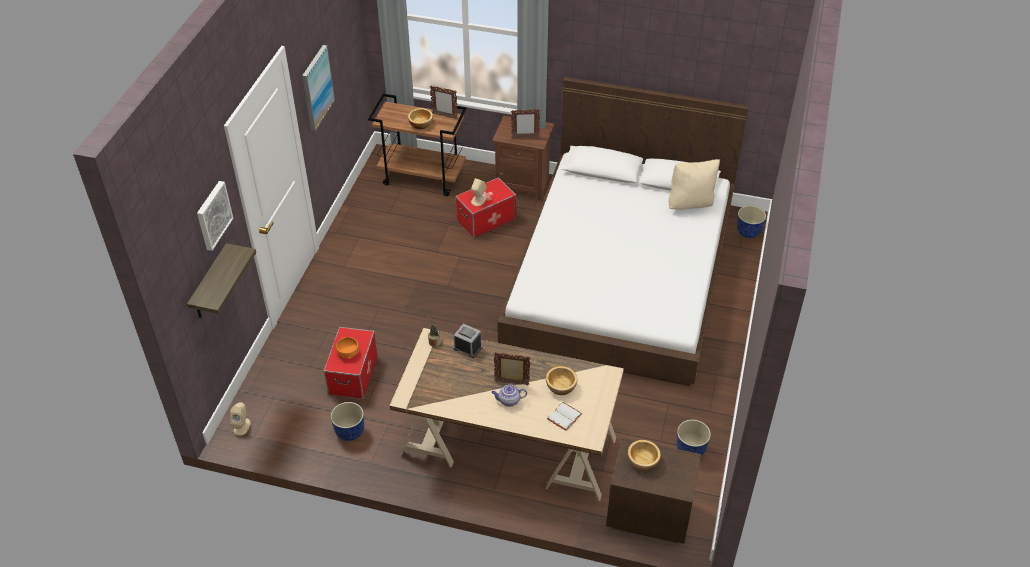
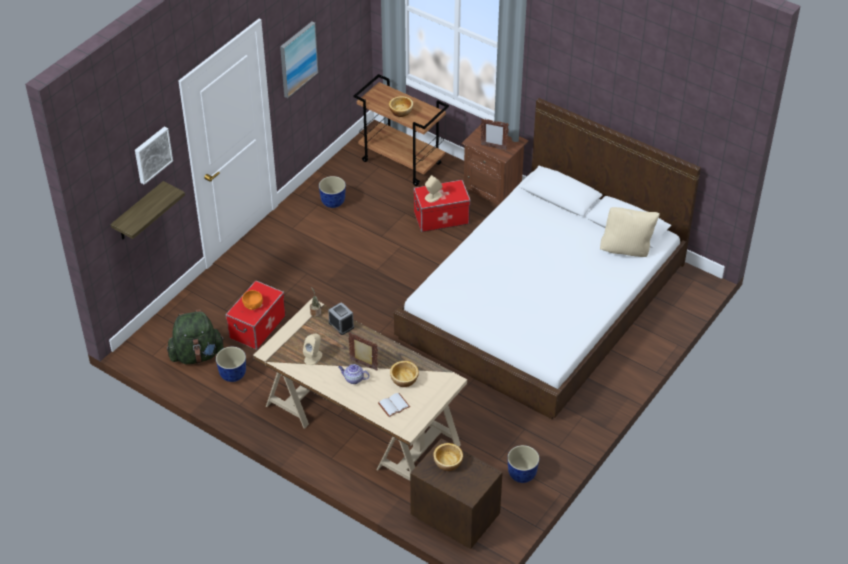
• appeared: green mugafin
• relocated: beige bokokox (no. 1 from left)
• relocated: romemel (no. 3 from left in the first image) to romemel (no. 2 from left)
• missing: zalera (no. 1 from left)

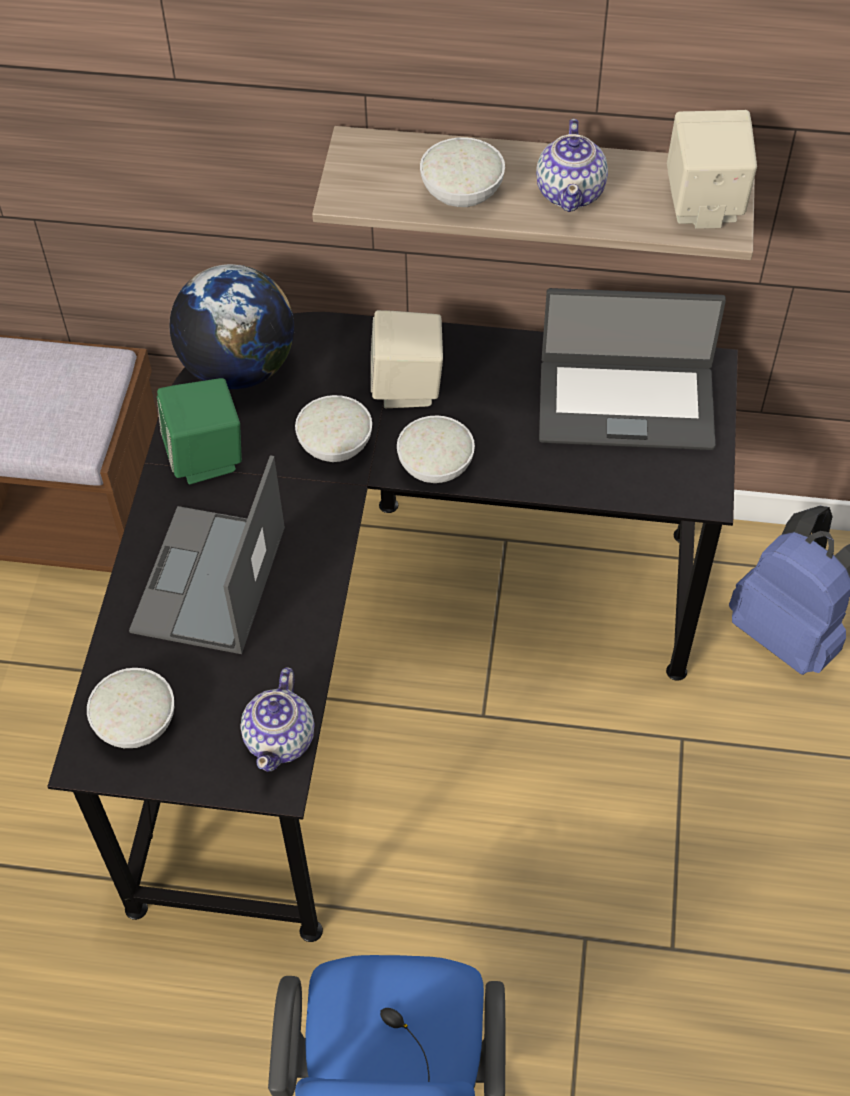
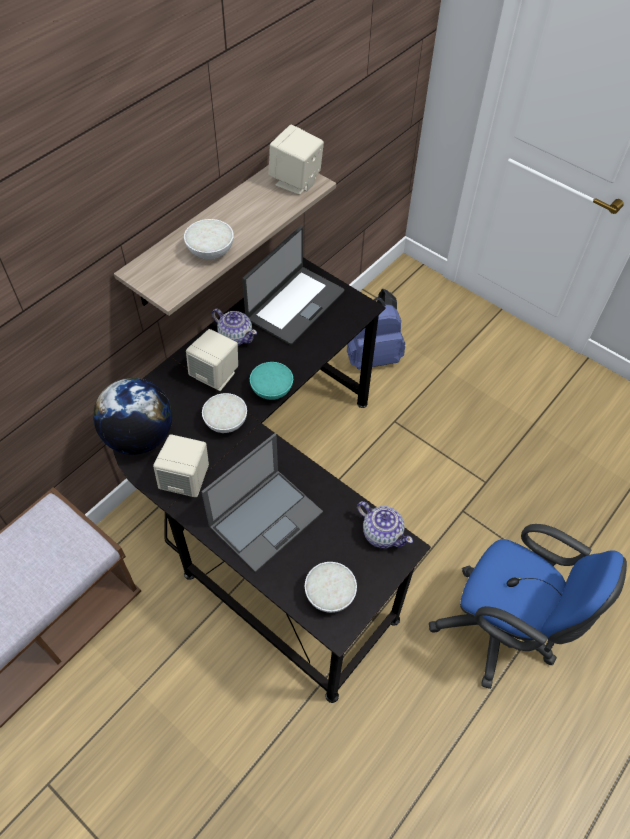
• colour: green bokokox to beige bokokox (no. 1 from left)
• spun: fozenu (no. 1 from left) 90 degrees counterclockwise
• relocated: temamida (no. 2 from left in the first image) to temamida (no. 1 from left)
• colour: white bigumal (no. 3 from left) to turquoise bigumal

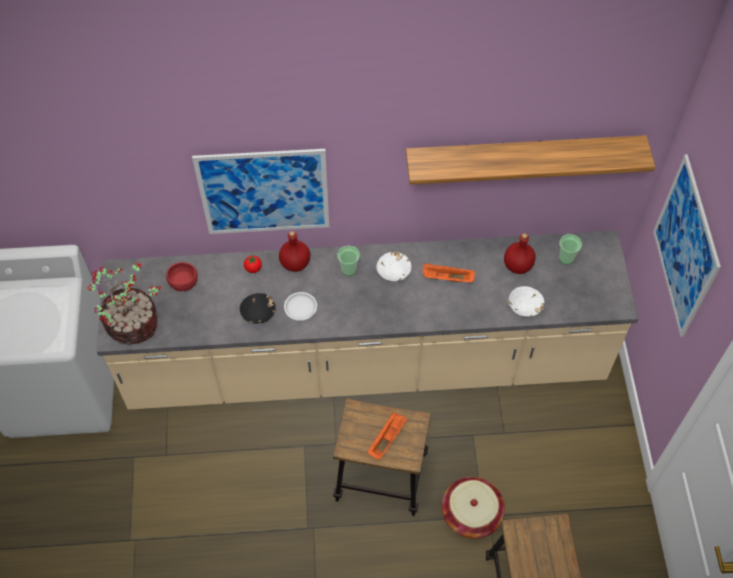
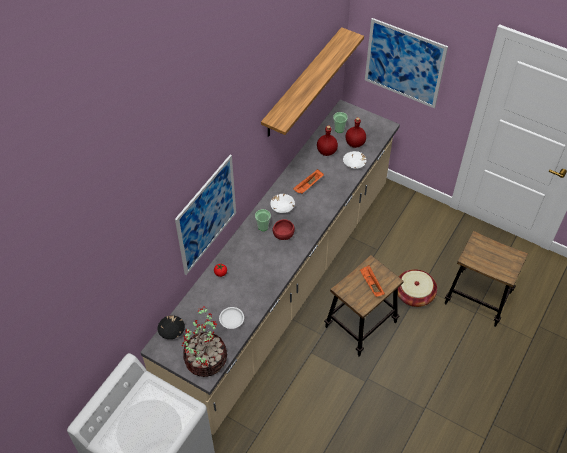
• relocated: black bigumal
• relocated: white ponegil
• relocated: red bigumal
• relocated: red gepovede (no. 1 from left in the first image) to red gepovede (no. 2 from left)

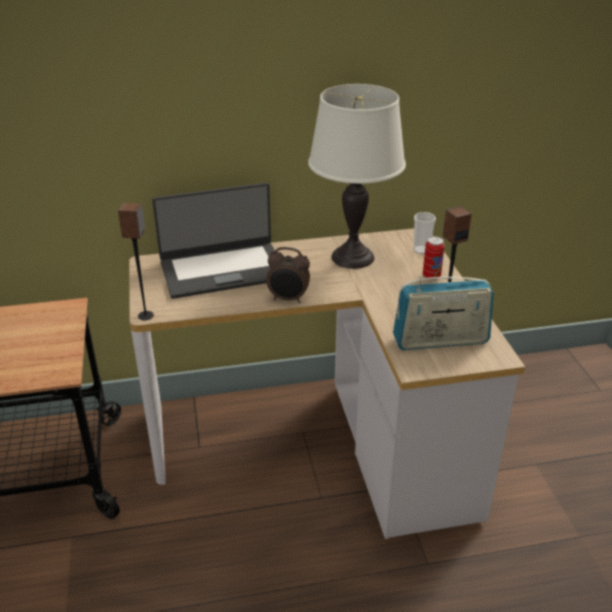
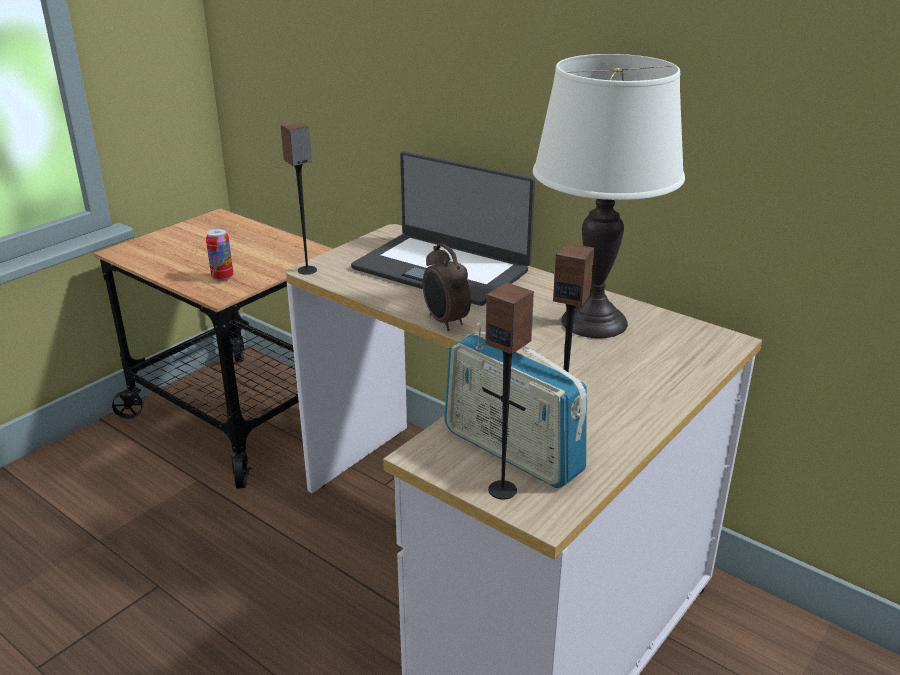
• relocated: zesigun
• appeared: bokokox (no. 2 from left)
• missing: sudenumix

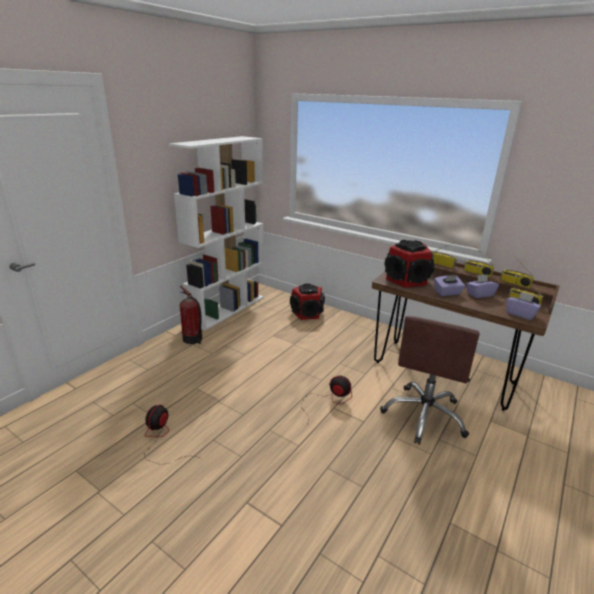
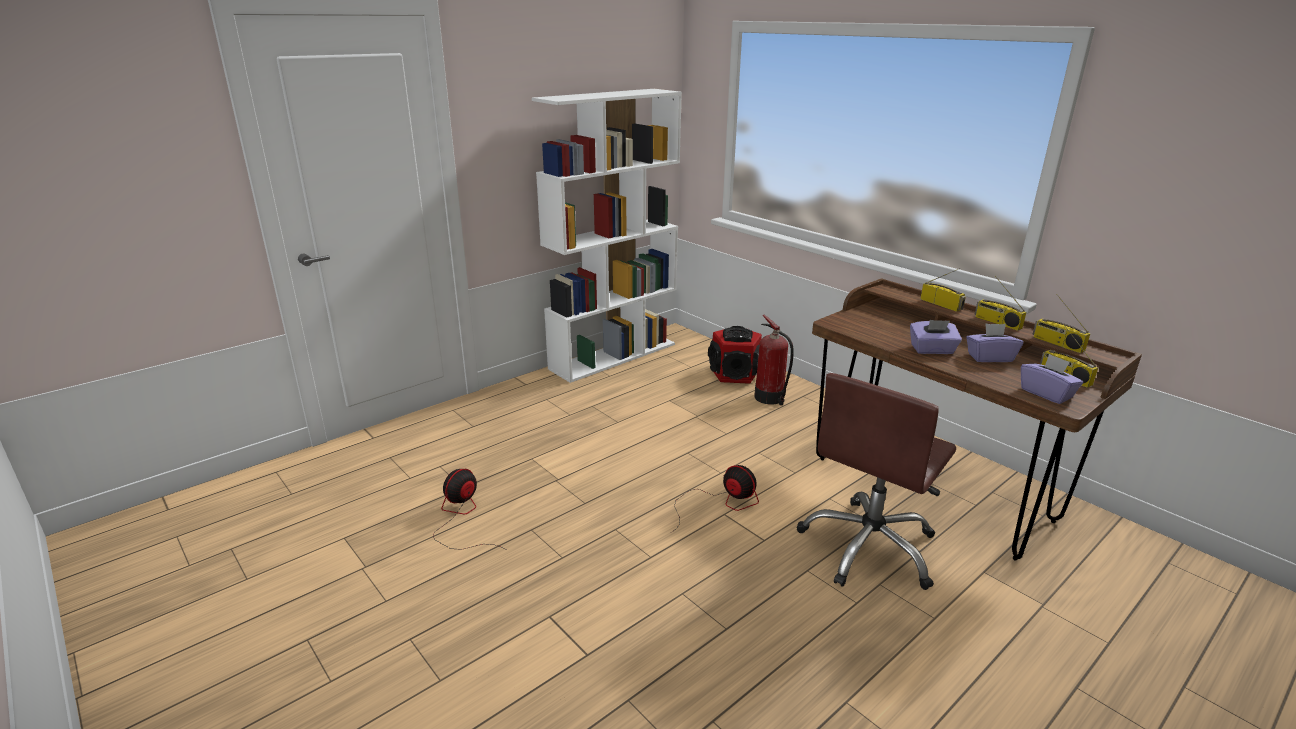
• relocated: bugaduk
• missing: bokokox (no. 2 from left)

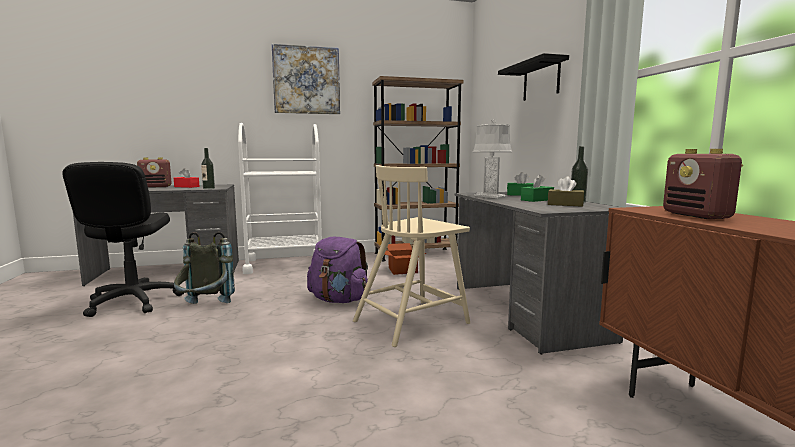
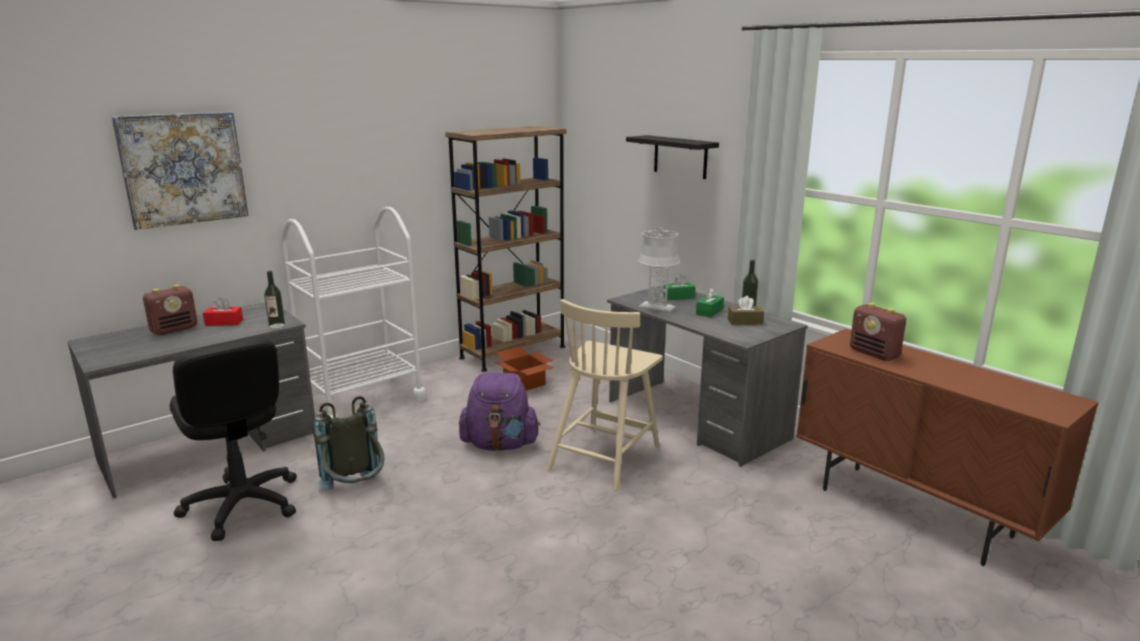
• relocated: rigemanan

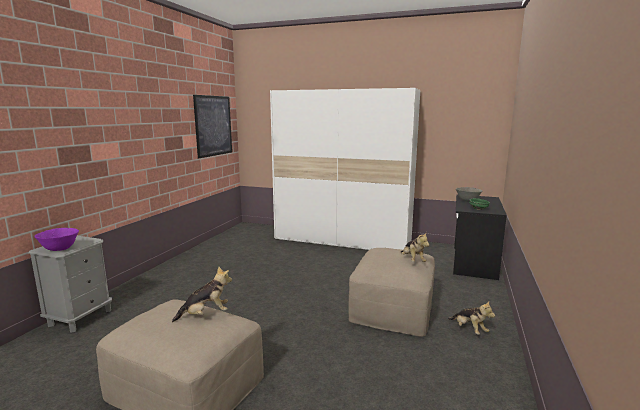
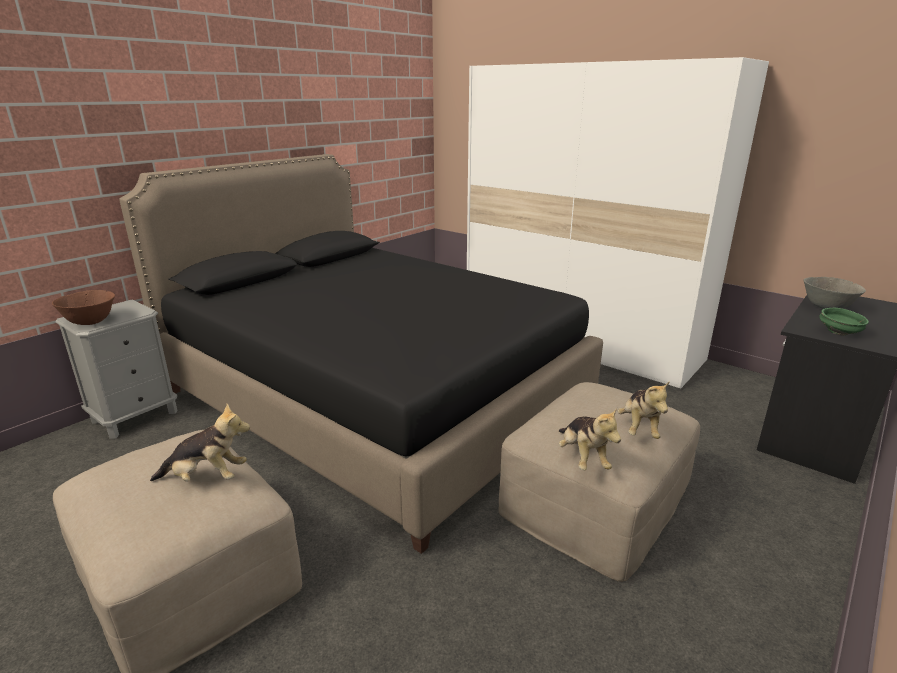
• colour: purple bigumal to brown bigumal
• appeared: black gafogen
• relocated: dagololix (no. 3 from left in the first image) to dagololix (no. 2 from left)
• missing: rigemanan

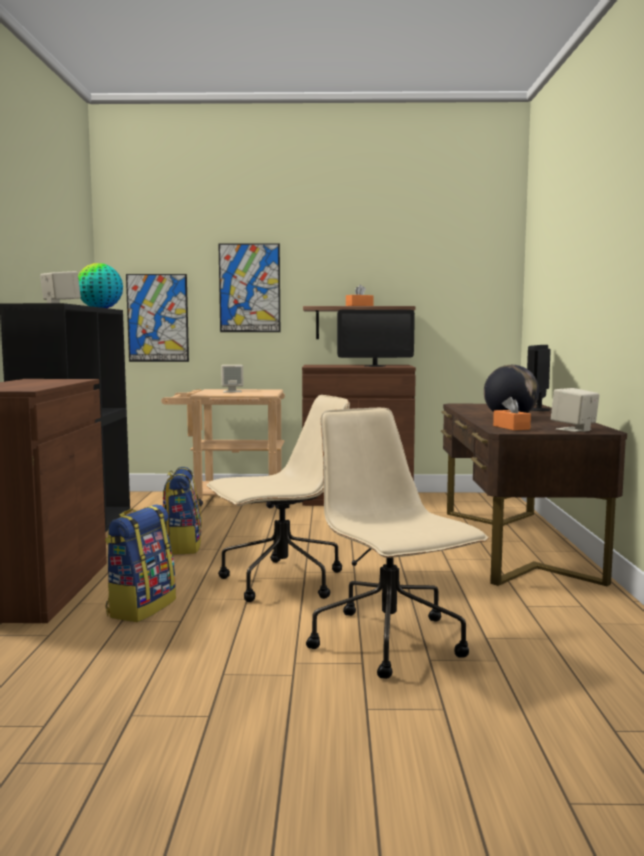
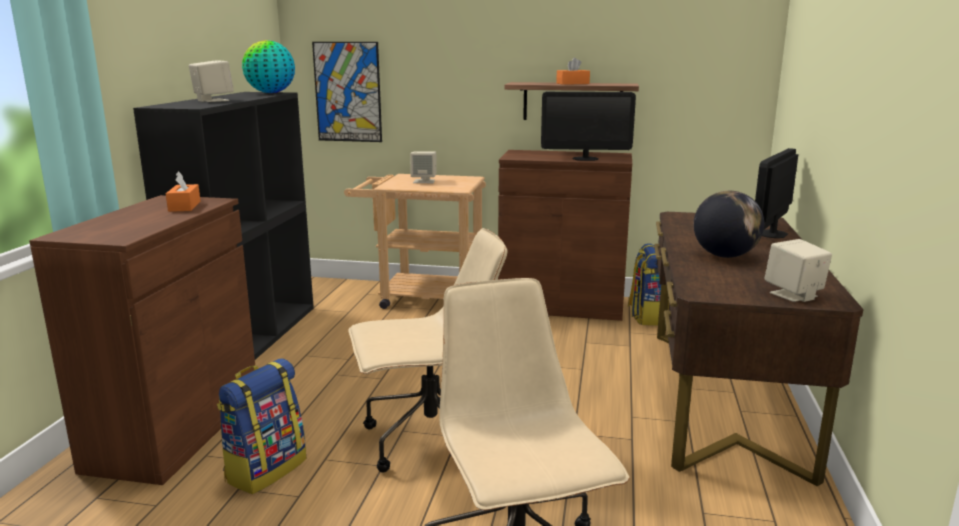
• relocated: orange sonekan (no. 2 from left in the first image) to orange sonekan (no. 1 from left)
• relocated: mugafin (no. 2 from left)
• missing: rigemanan (no. 2 from left)

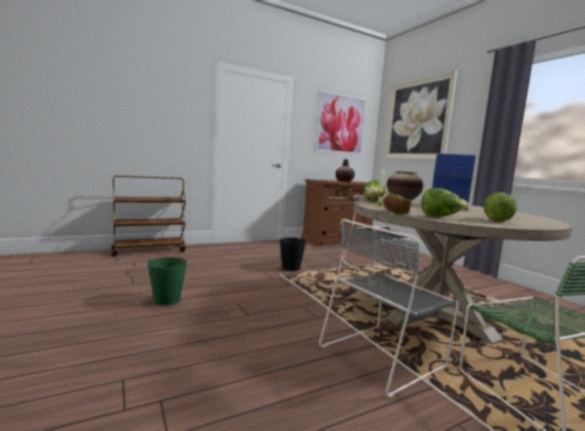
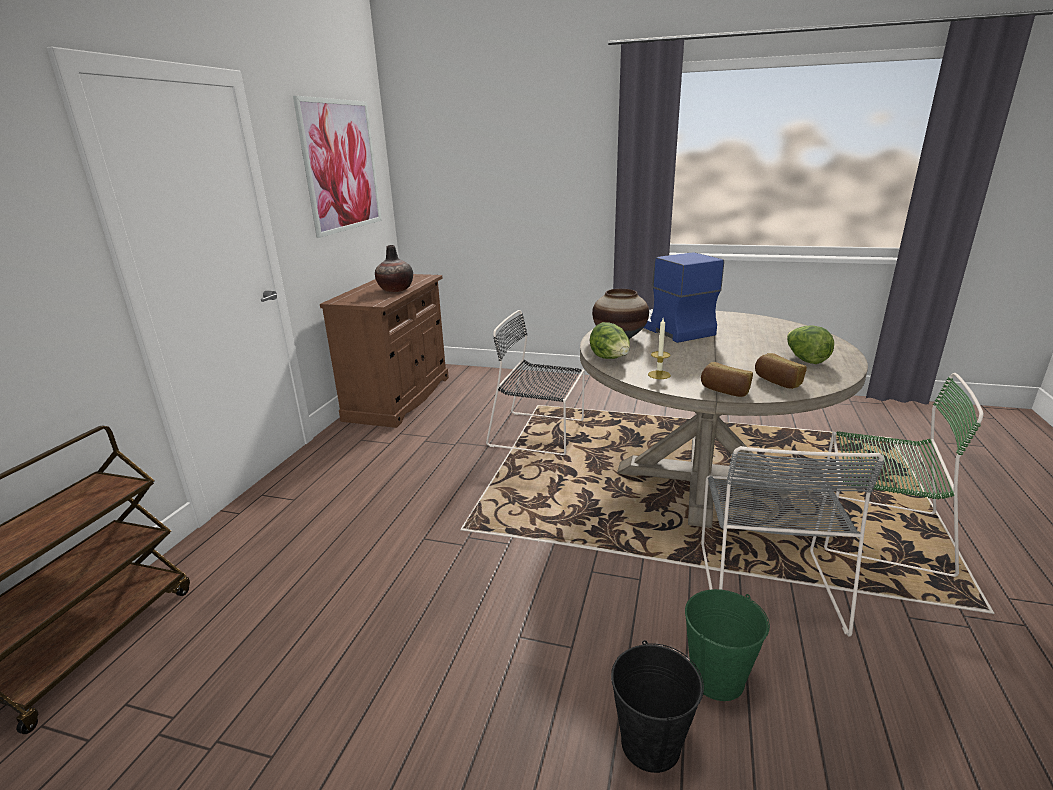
• relocated: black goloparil
• relocated: green goloparil
• exchanged: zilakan (no. 2 from left) to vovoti (no. 2 from left)
• missing: rigemanan (no. 2 from left)

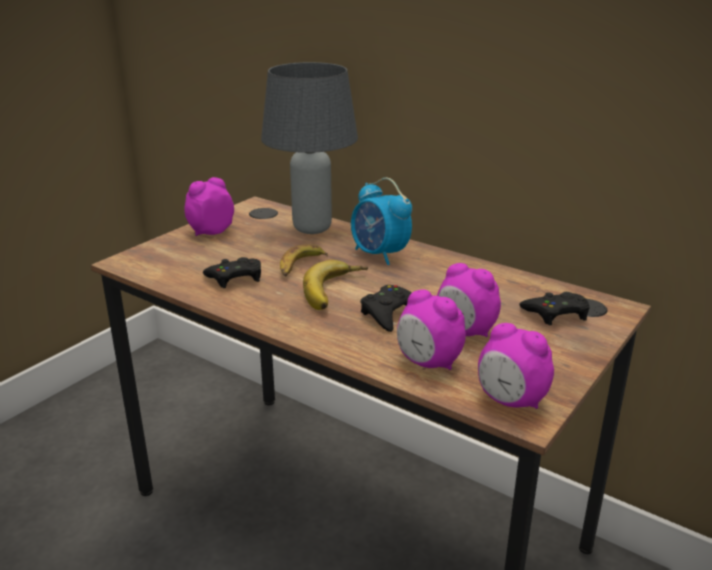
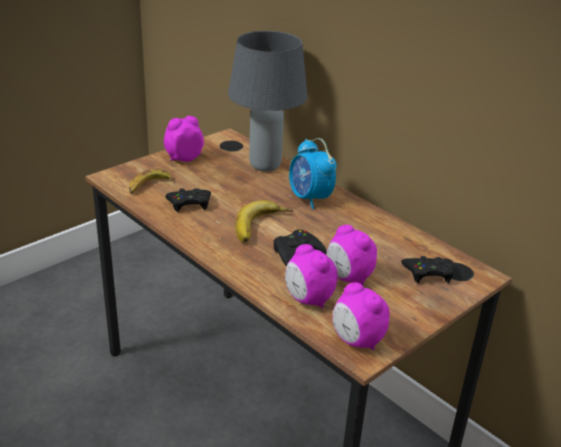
• relocated: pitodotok (no. 1 from left)

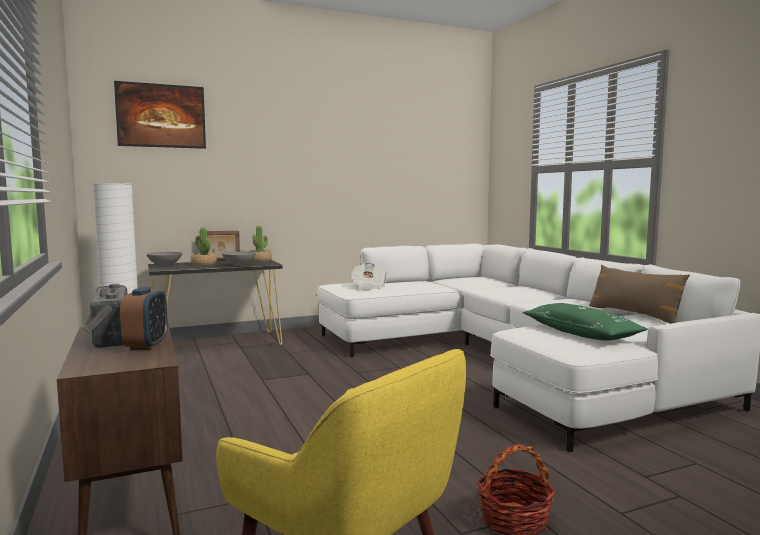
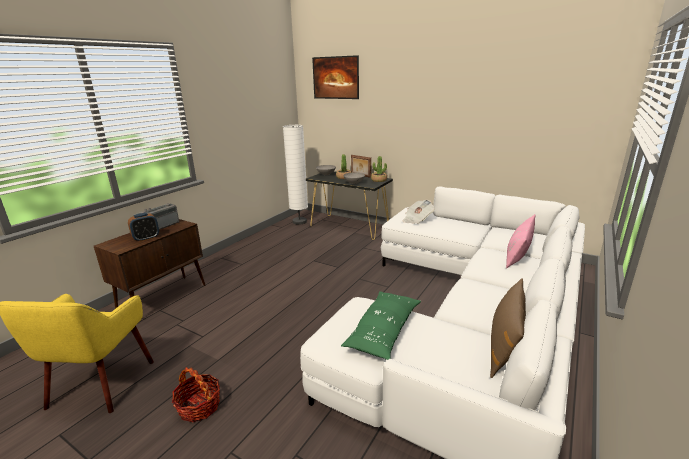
• appeared: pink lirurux

